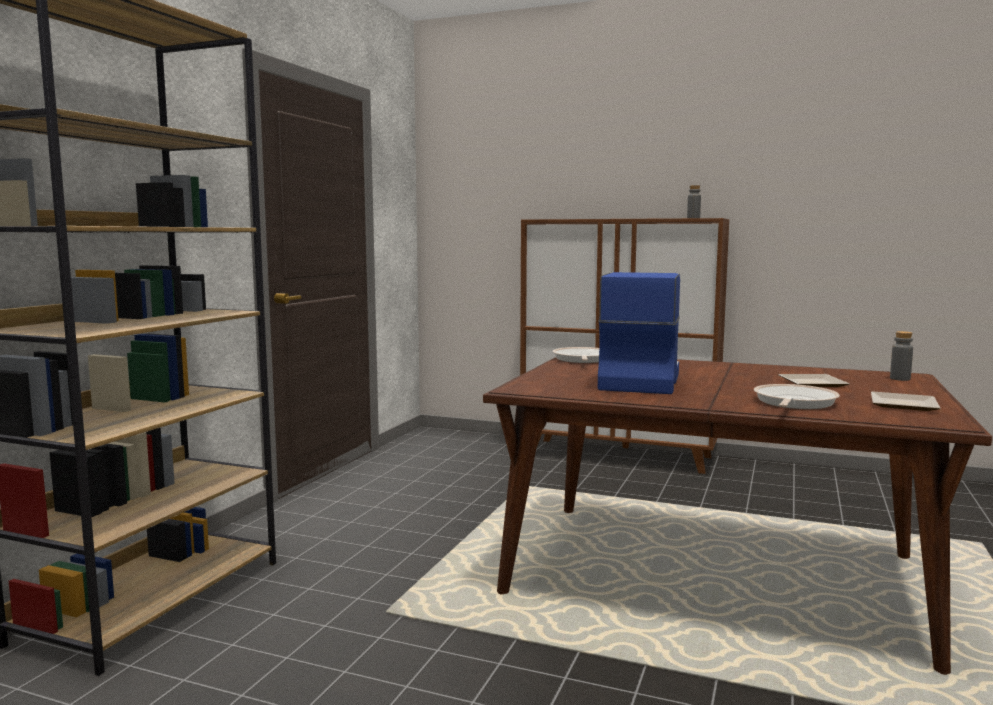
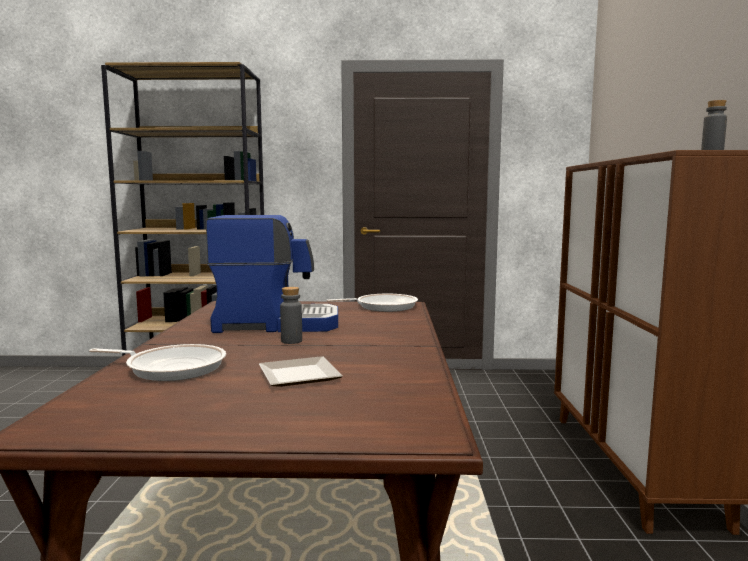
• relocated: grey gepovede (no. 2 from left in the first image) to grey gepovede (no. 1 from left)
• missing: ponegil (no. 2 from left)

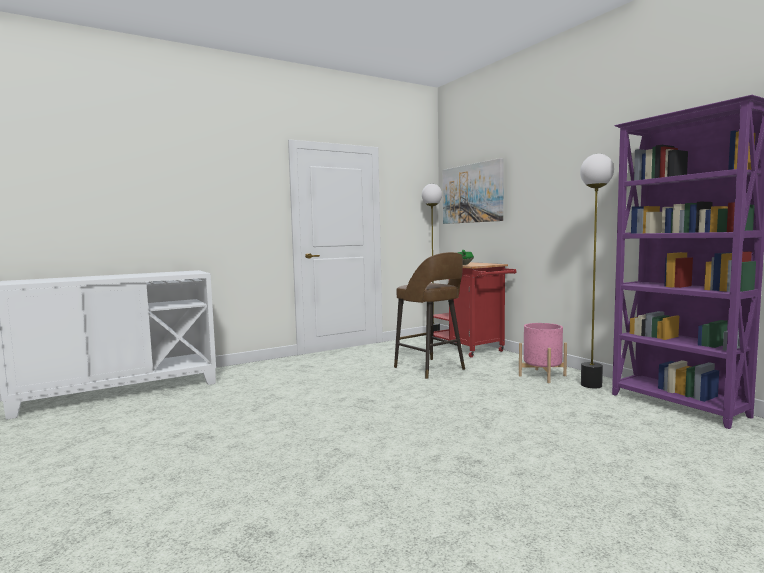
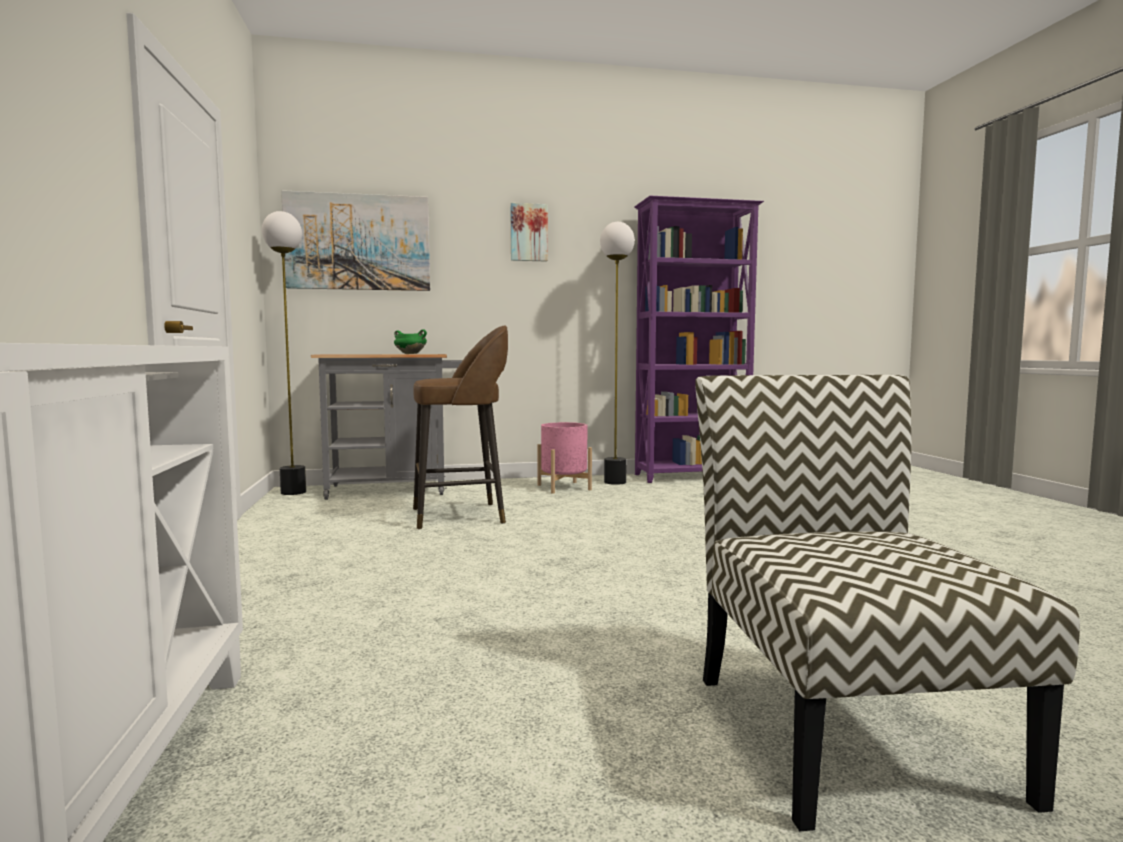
• colour: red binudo to grey binudo
• appeared: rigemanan (no. 2 from left)
• appeared: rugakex

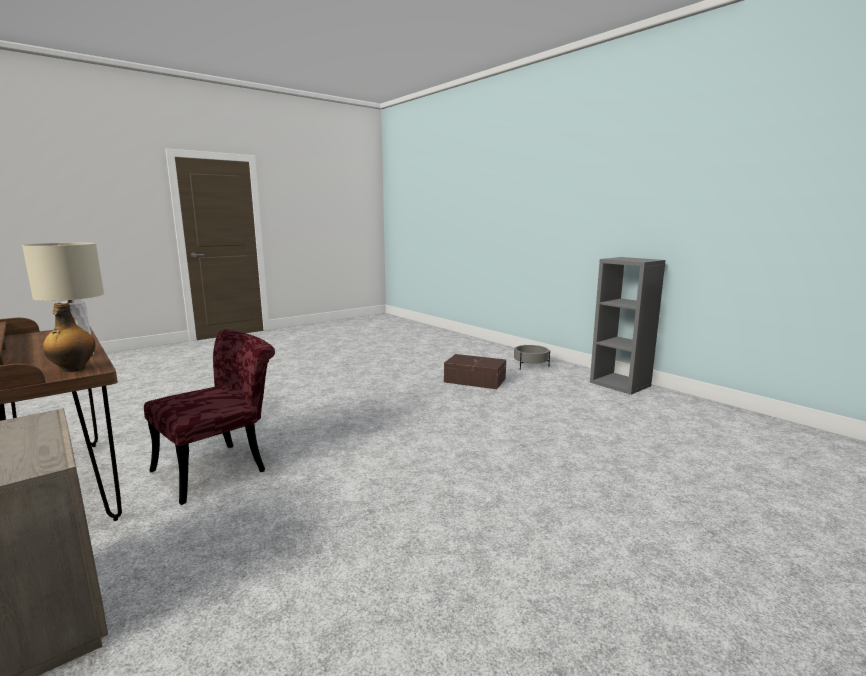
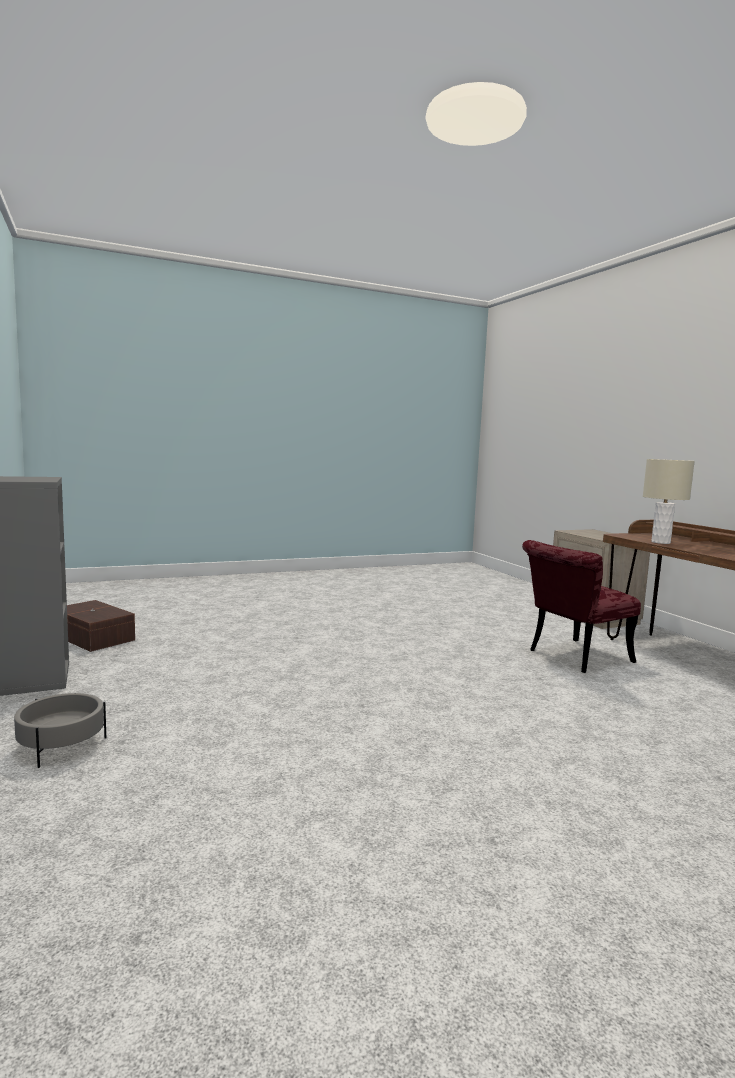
• relocated: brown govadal
• missing: gepovede

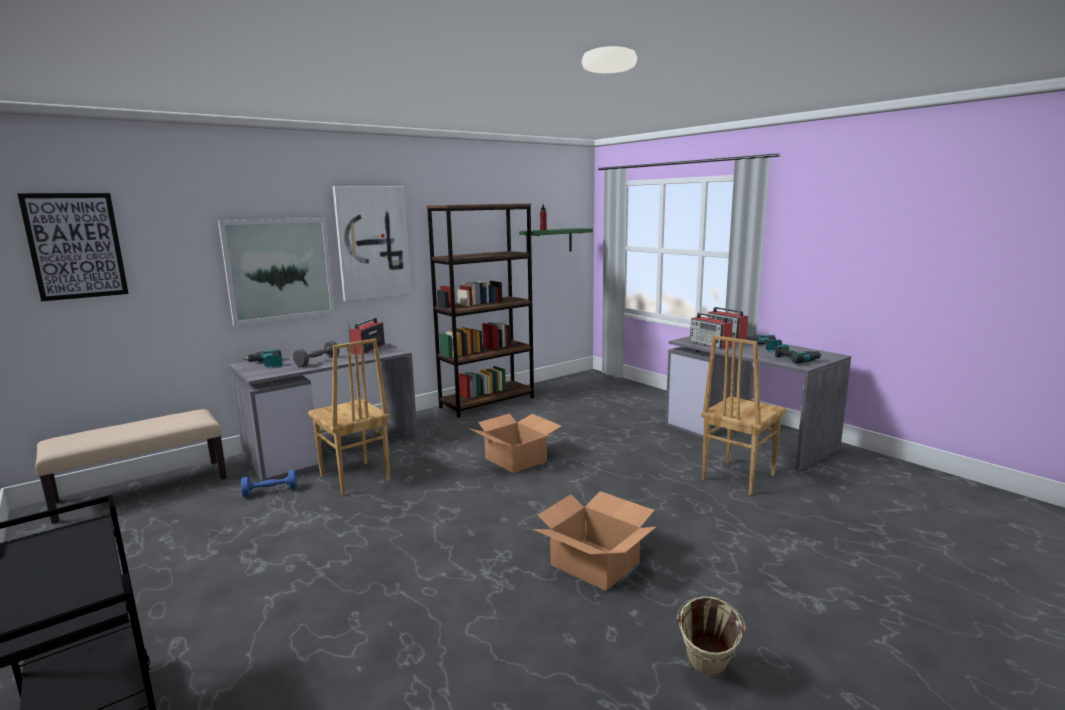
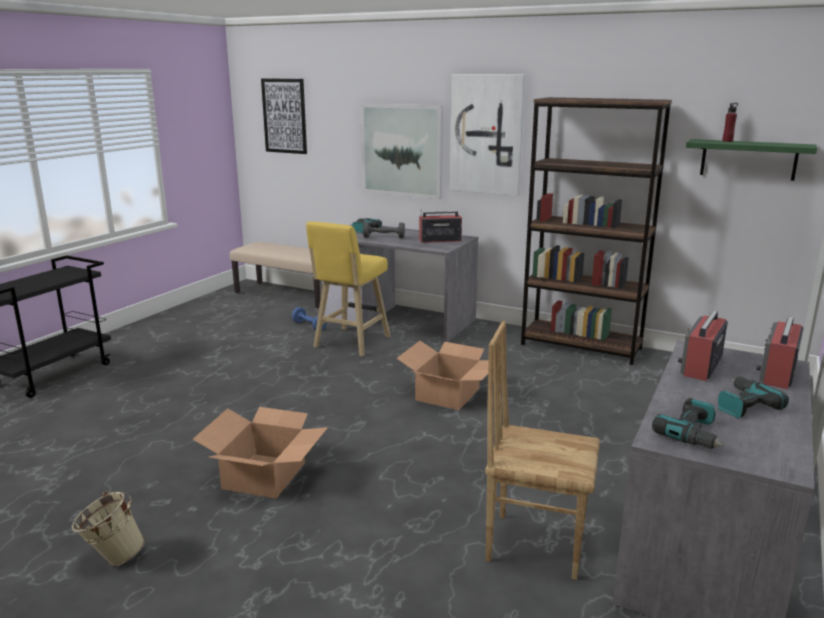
• exchanged: brown rugakex (no. 1 from left) to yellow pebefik

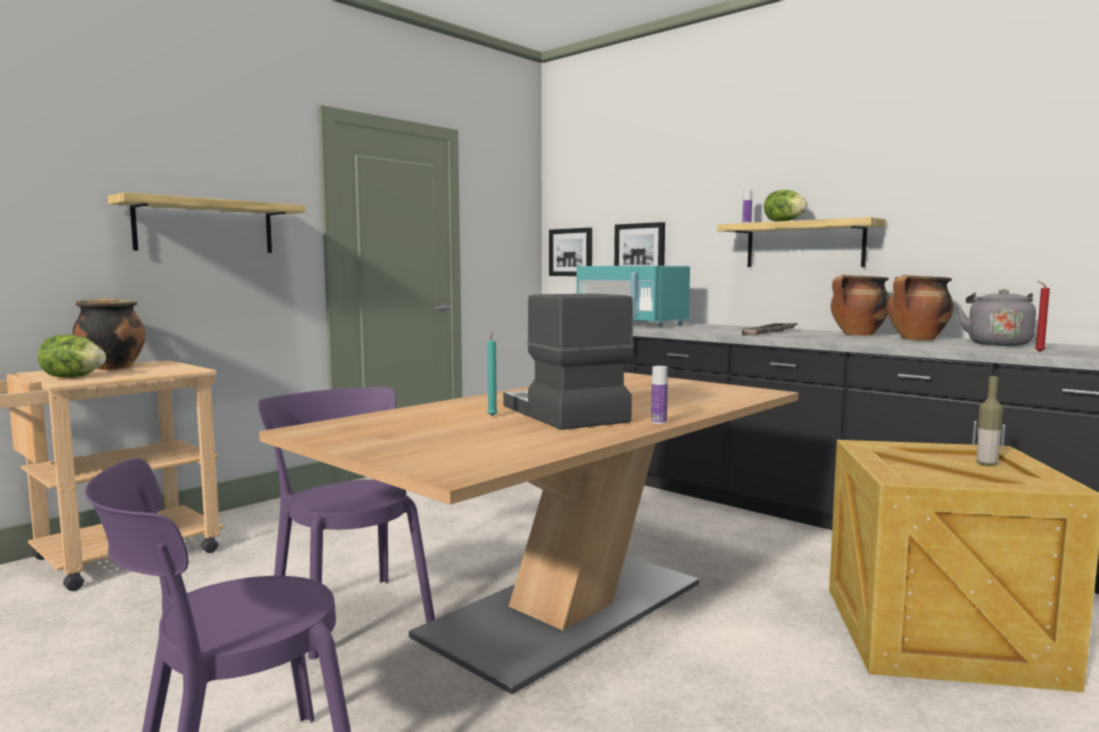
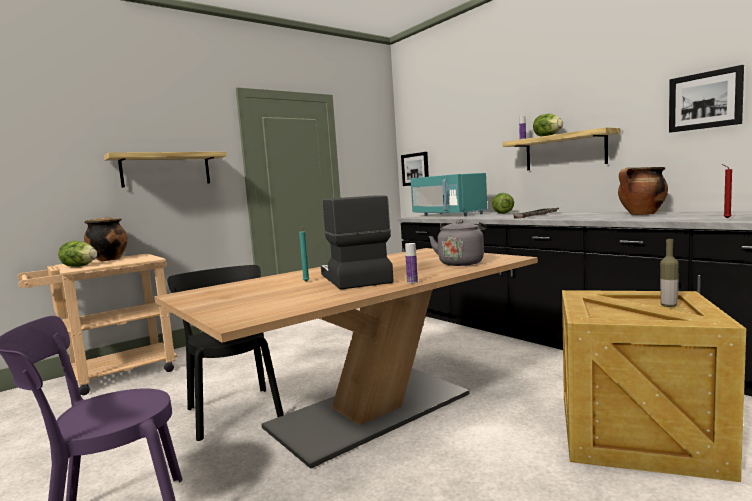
• colour: purple rugakex (no. 2 from left) to black rugakex
• relocated: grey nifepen
• appeared: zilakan (no. 2 from left)
• relocated: rigemanan (no. 2 from left)
• missing: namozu (no. 2 from left)

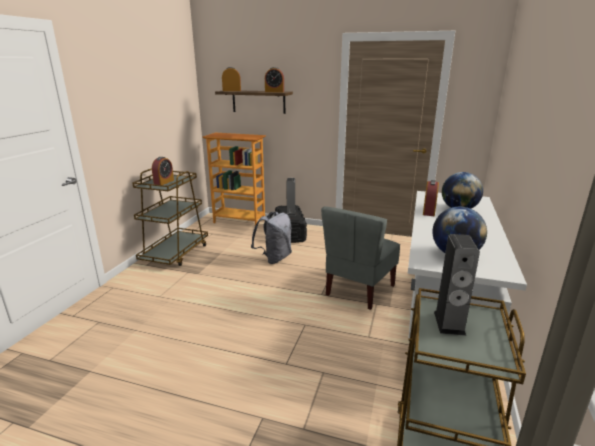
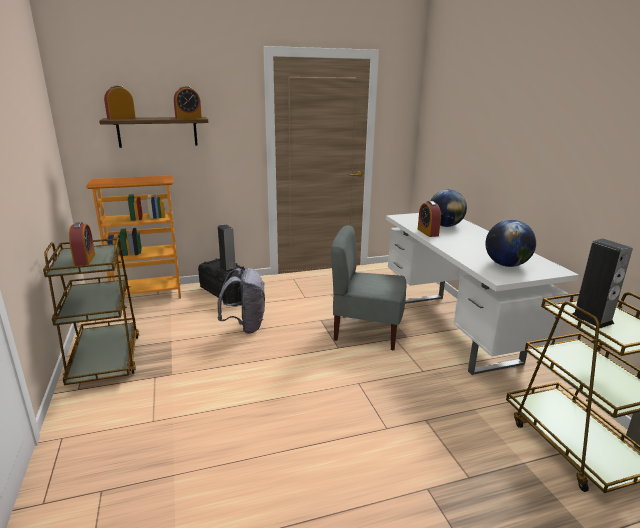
• spun: grey rugakex 105 degrees clockwise

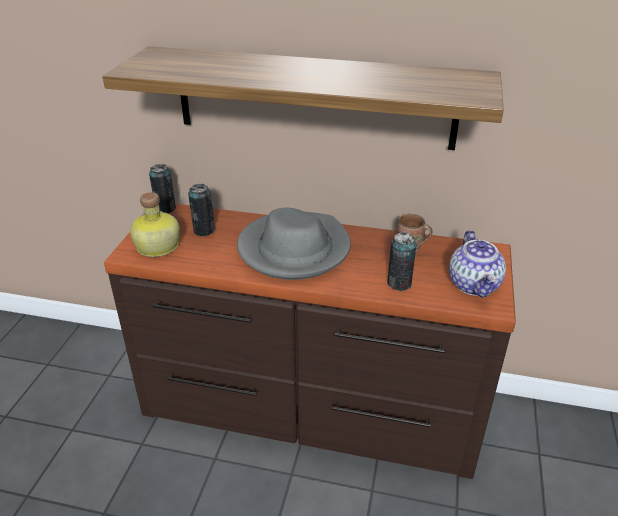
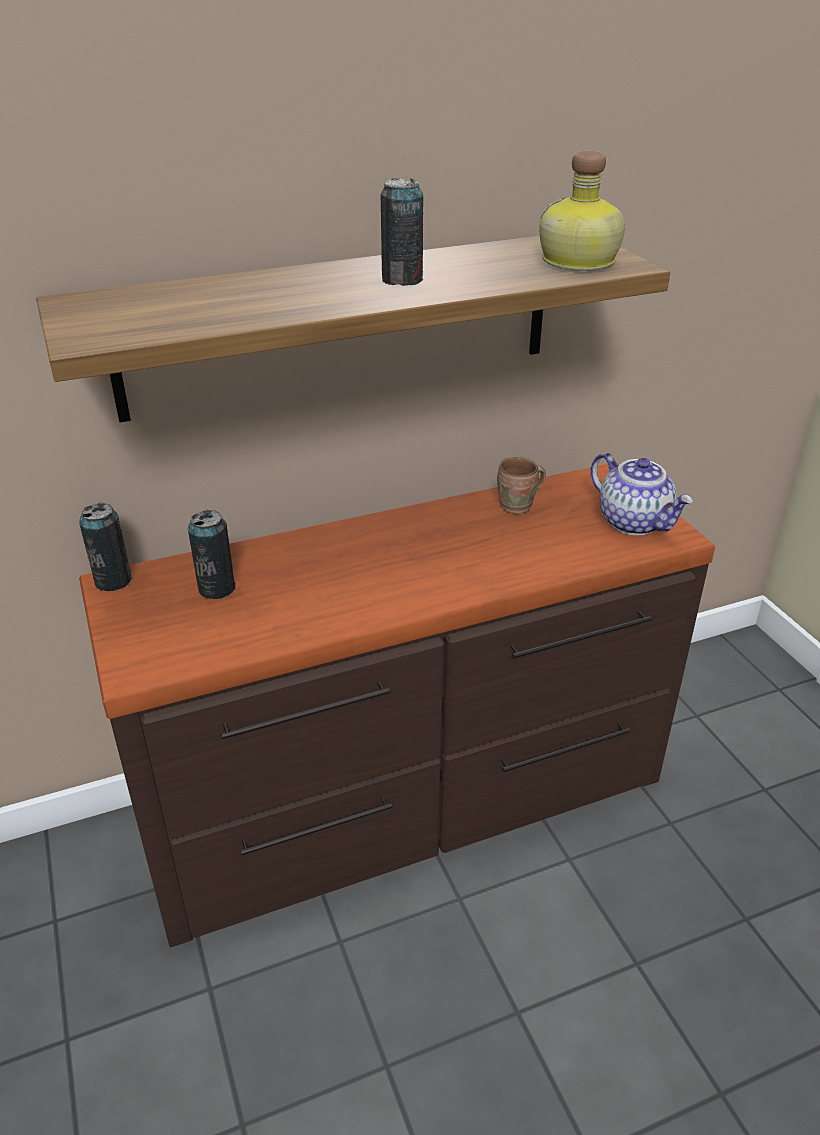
• relocated: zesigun (no. 3 from left)
• relocated: gepovede
• missing: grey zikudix

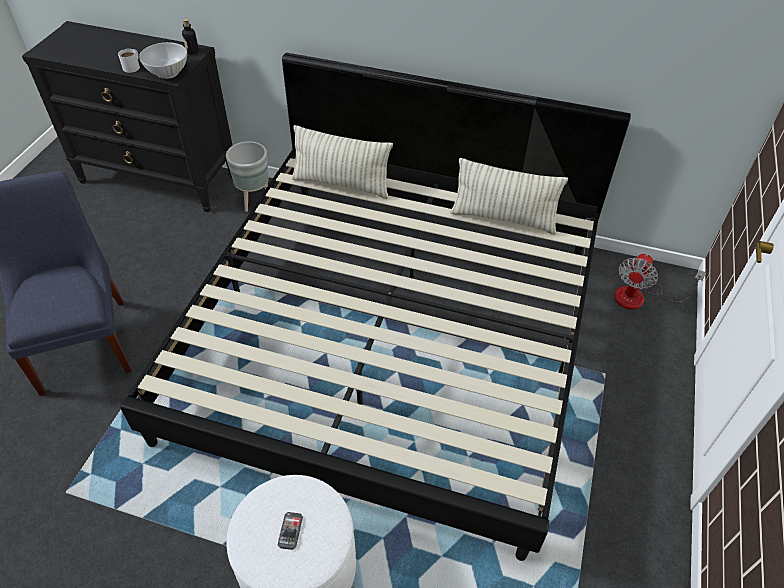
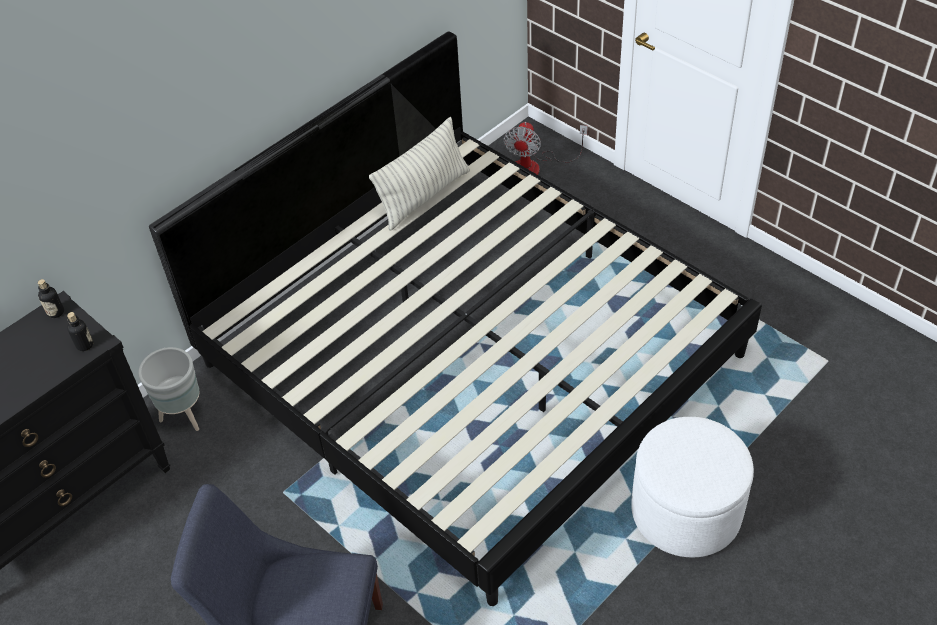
• exchanged: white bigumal to gepovede (no. 2 from left)
• spun: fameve 45 degrees clockwise
• missing: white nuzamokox
• missing: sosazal
• missing: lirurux (no. 1 from left)

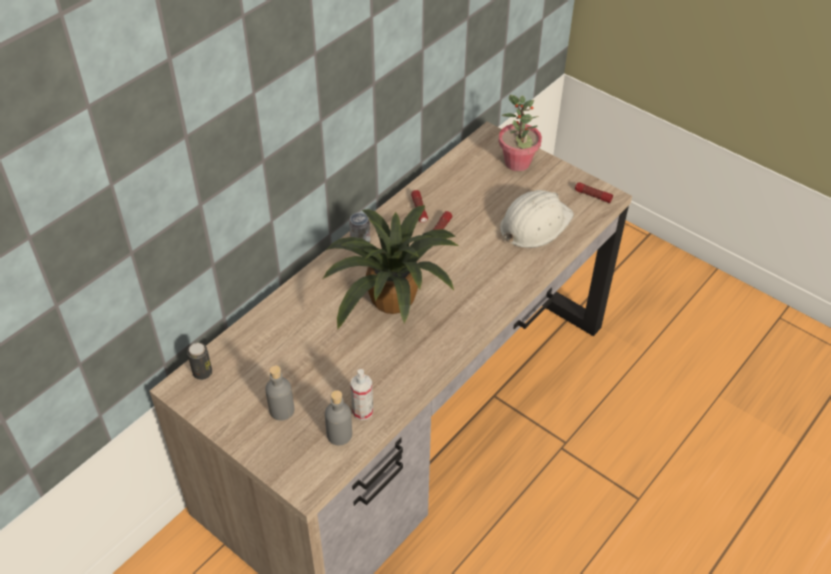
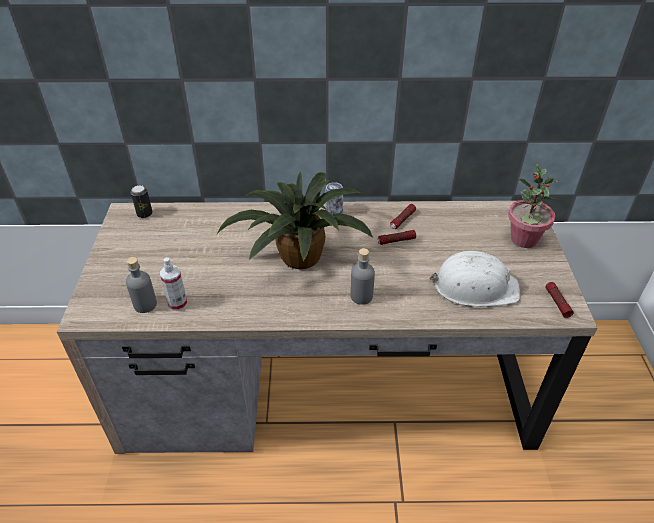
• relocated: grey gepovede (no. 1 from left in the first image) to grey gepovede (no. 2 from left)

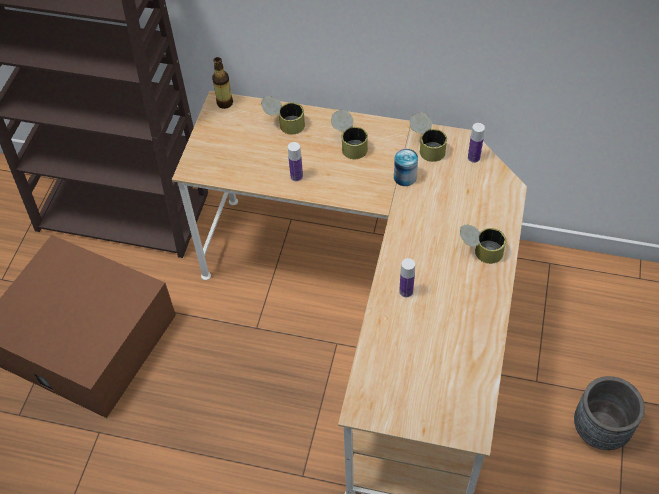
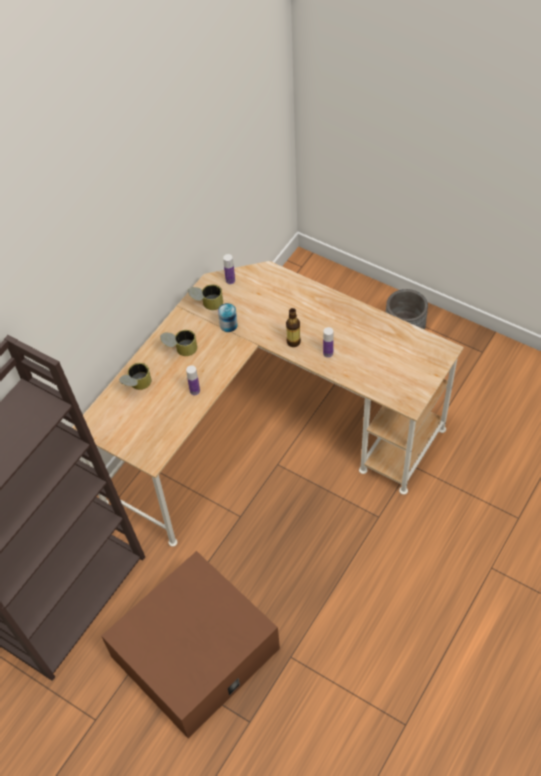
• relocated: gepovede (no. 1 from left in the first image) to gepovede (no. 3 from left)
• missing: zesigun (no. 5 from left)

